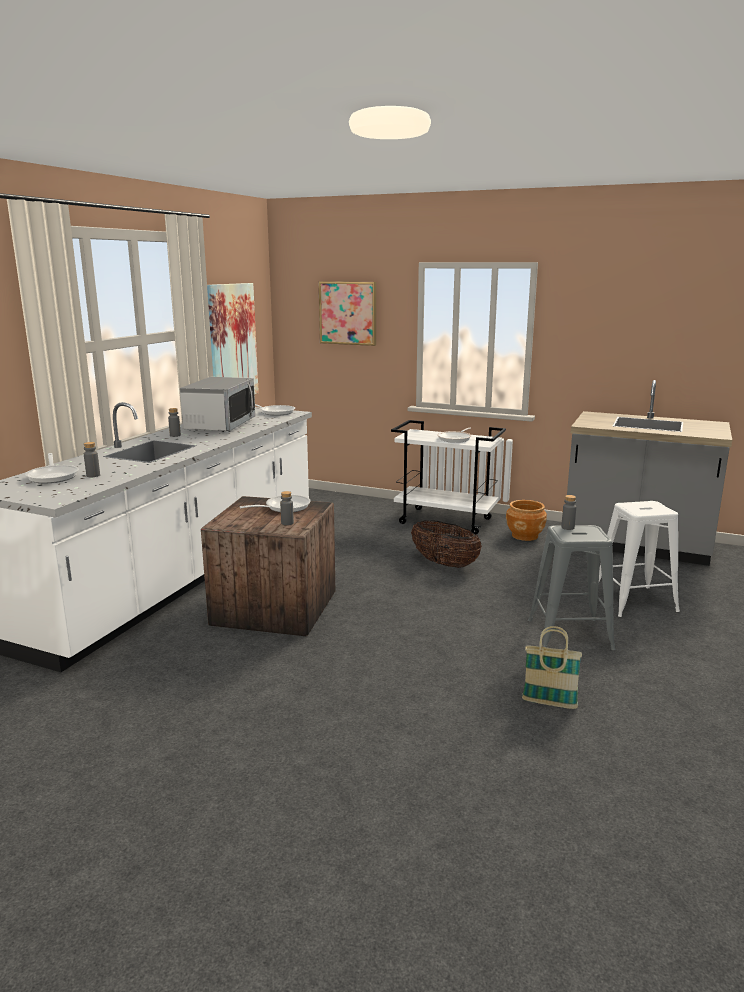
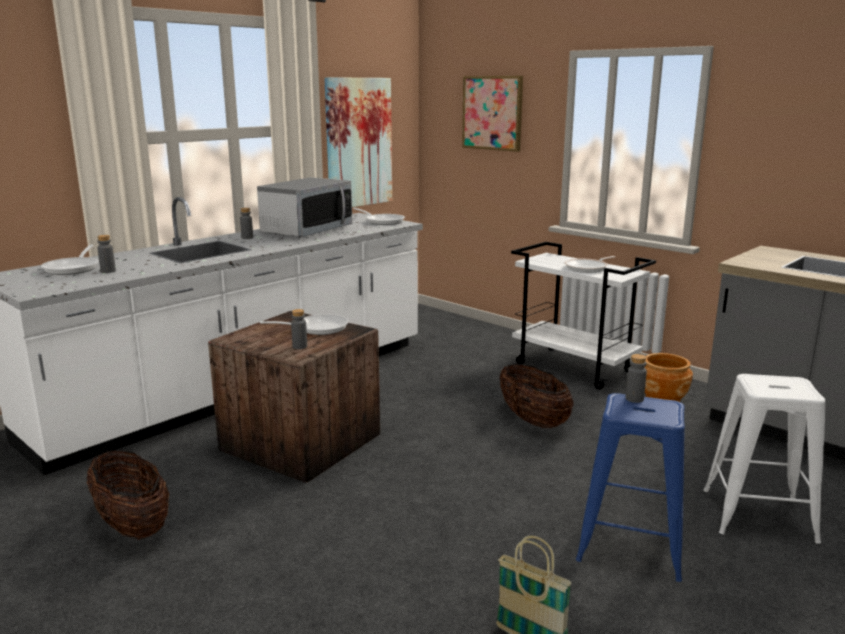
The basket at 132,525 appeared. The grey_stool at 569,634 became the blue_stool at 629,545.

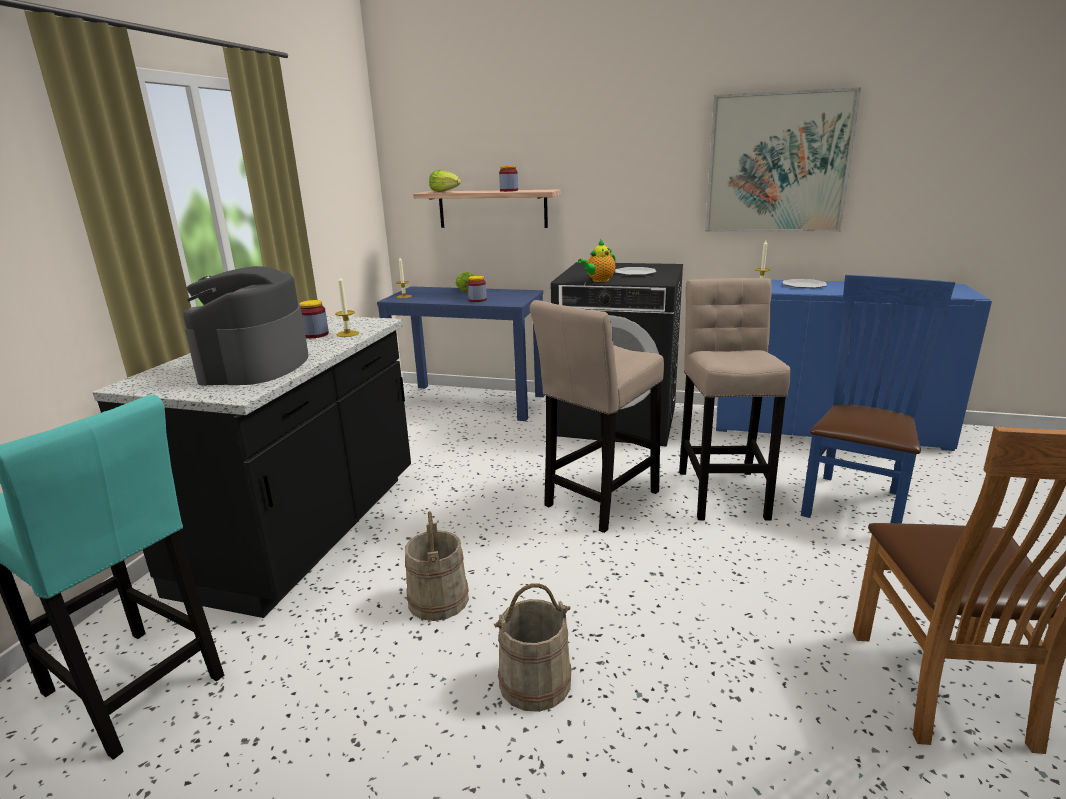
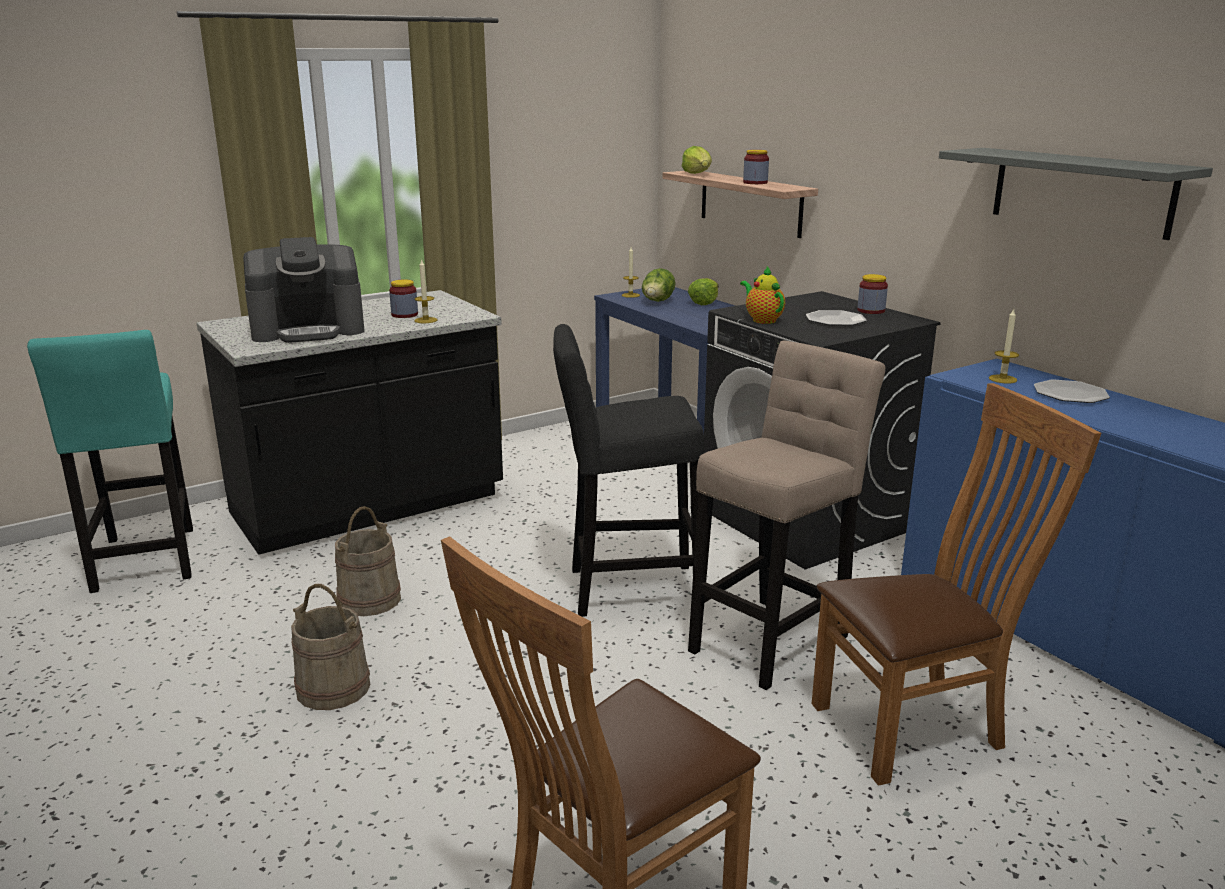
The coffee_machine at 255,365 turned 150 degrees counterclockwise. The beige_stool at 598,502 became the black_stool at 626,589. The lettuce at 657,302 appeared. The teapot at 599,280 turned 60 degrees clockwise. The blue_chair at 855,501 became the brown_chair at 918,726. The jar moved from 477,300 to 871,310. The picture at 777,164 was replaced by the grey_shelf at 1081,191.

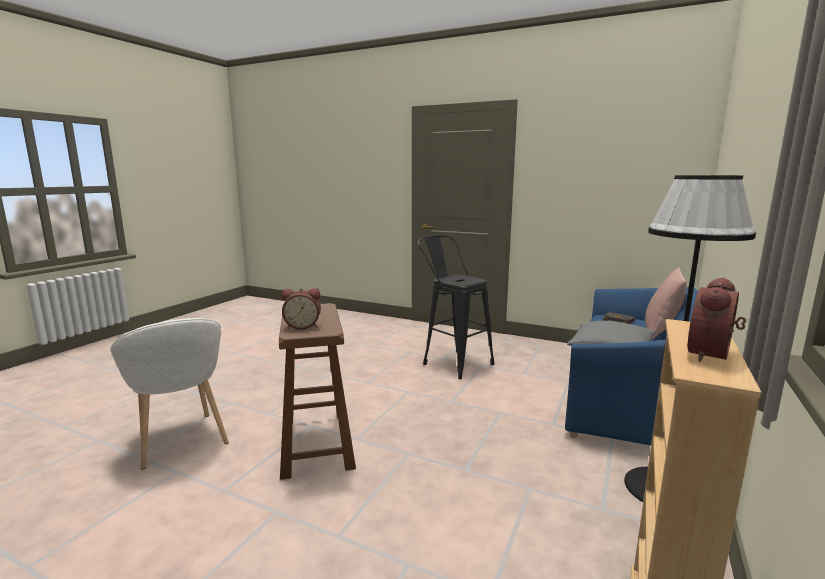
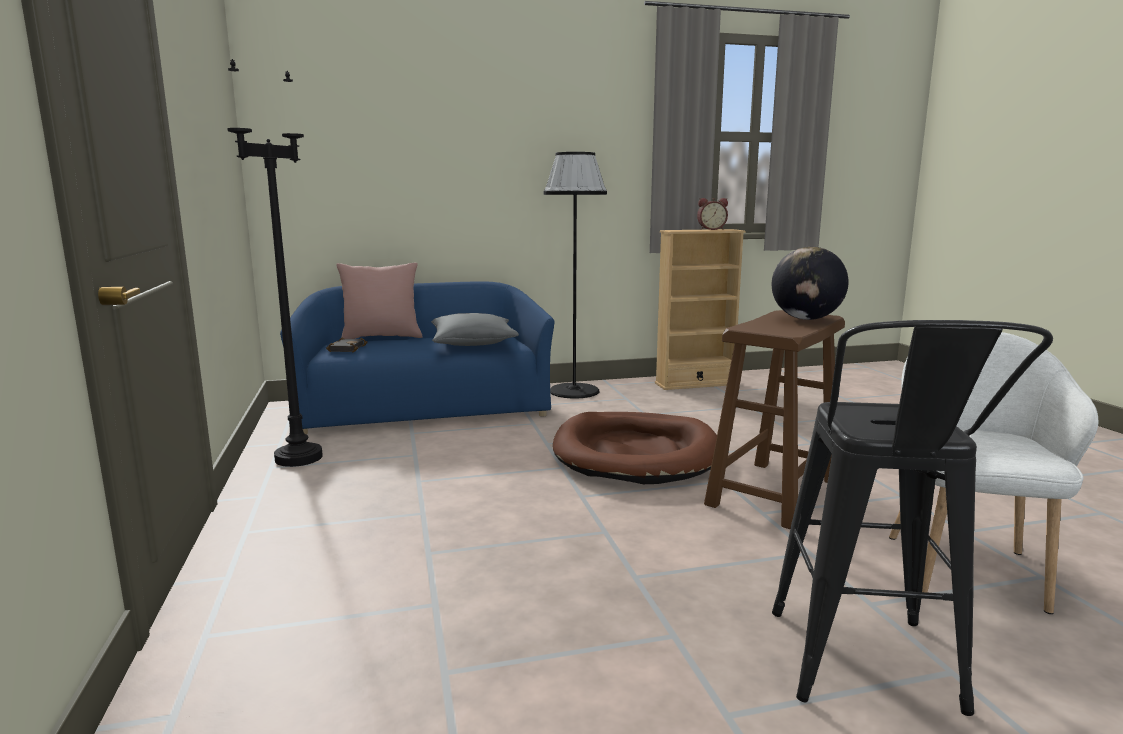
The black_floor_lamp at 299,457 appeared. The brown_dog_bed at 635,453 appeared. The alarm_clock at 303,326 was replaced by the globe at 806,319. The black_stool moved from 453,362 to 867,674.

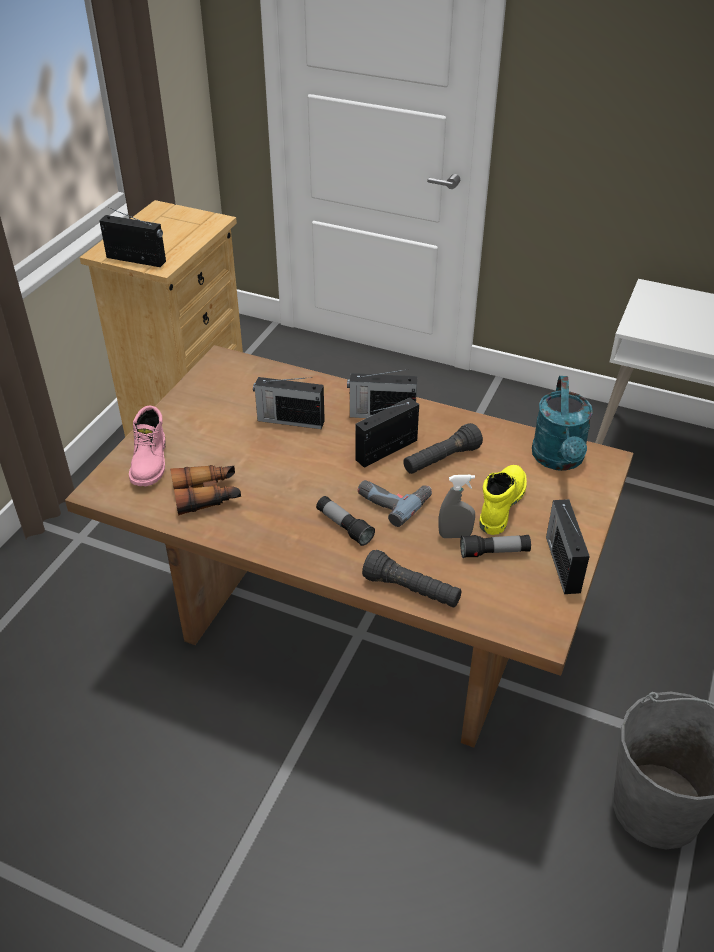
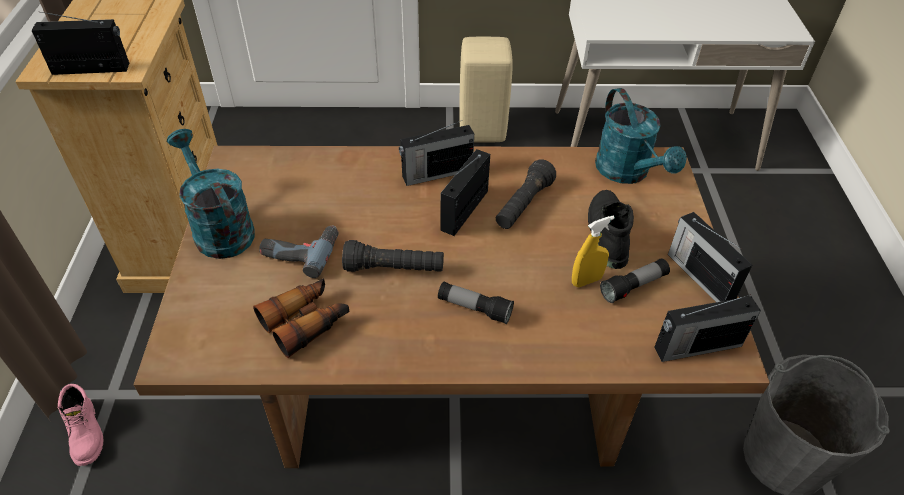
The pink_boot moved from 151,463 to 87,433. The turquoise_watering_can at 219,228 appeared. The power_drill moved from 393,500 to 301,250. The black_flashlight moved from 411,590 to 394,269. The beige_stool at 483,130 appeared. The grey_spray_bottle at 455,535 became the yellow_spray_bottle at 586,280. The yellow_boot at 500,504 became the black_boot at 606,233. The radio moved from 289,420 to 696,346.

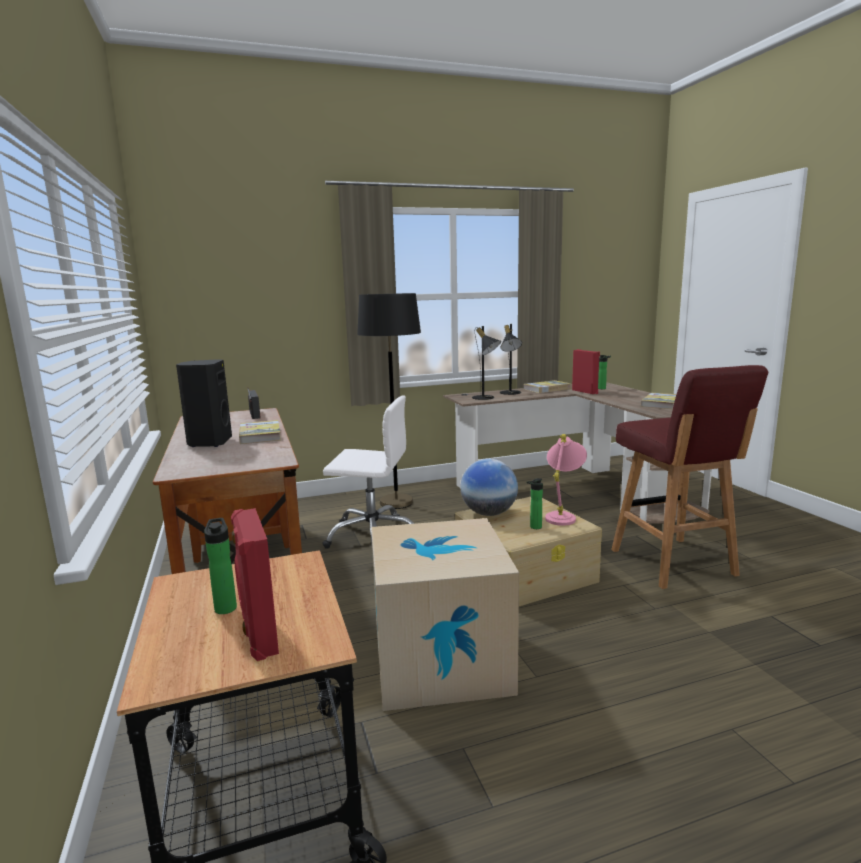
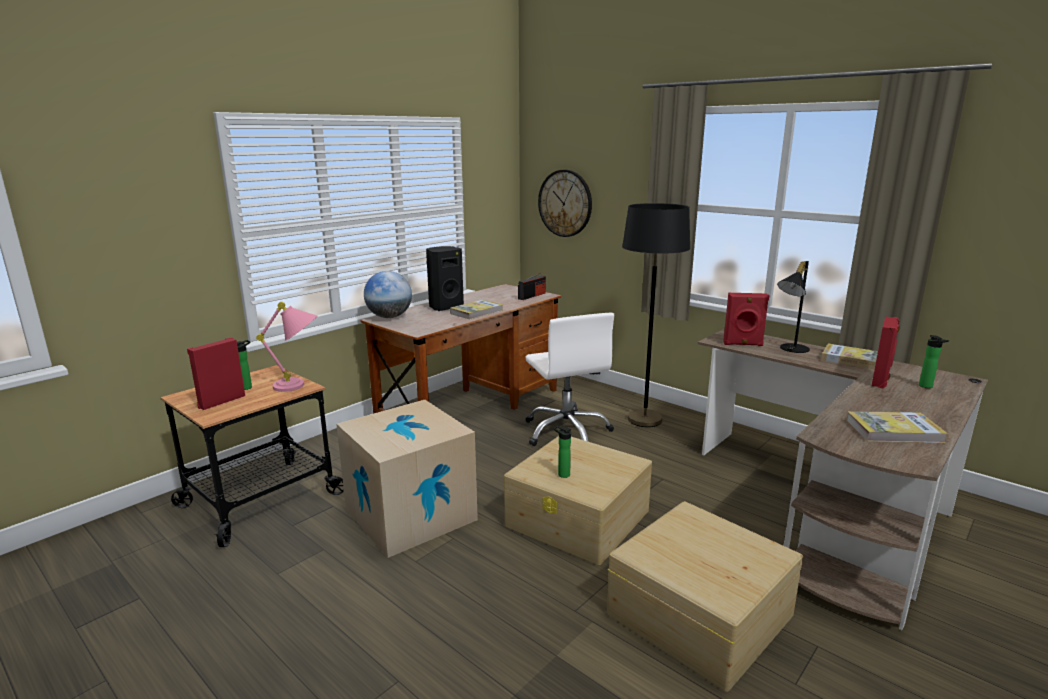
The pink_table_lamp moved from 563,515 to 300,385. The globe moved from 489,513 to 389,317. The wall_clock at 565,203 appeared. The red_stool at 673,563 was replaced by the beige_storage_box at 698,613. The black_table_lamp at 486,398 was replaced by the red_speaker at 743,344.

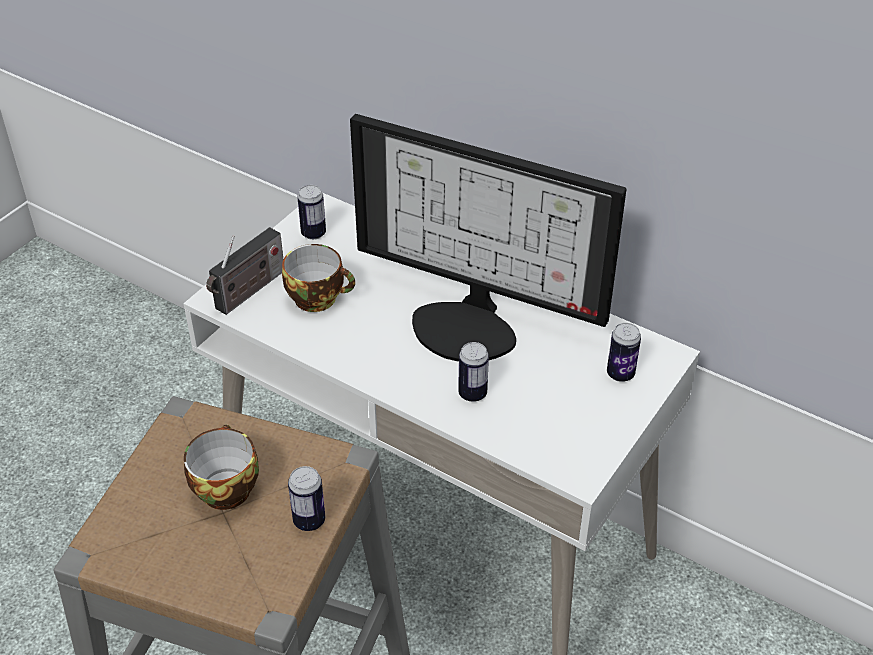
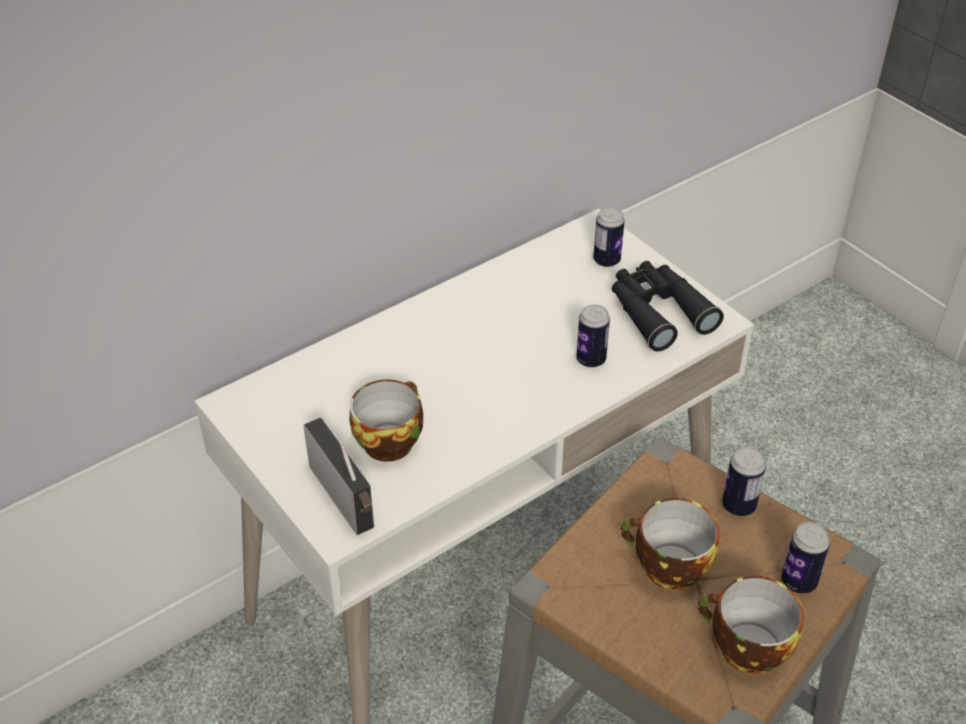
The black_binoculars at 658,312 appeared. The cup at 745,649 appeared. The can moved from 313,233 to 798,582. The monitor at 469,324 disappeared.

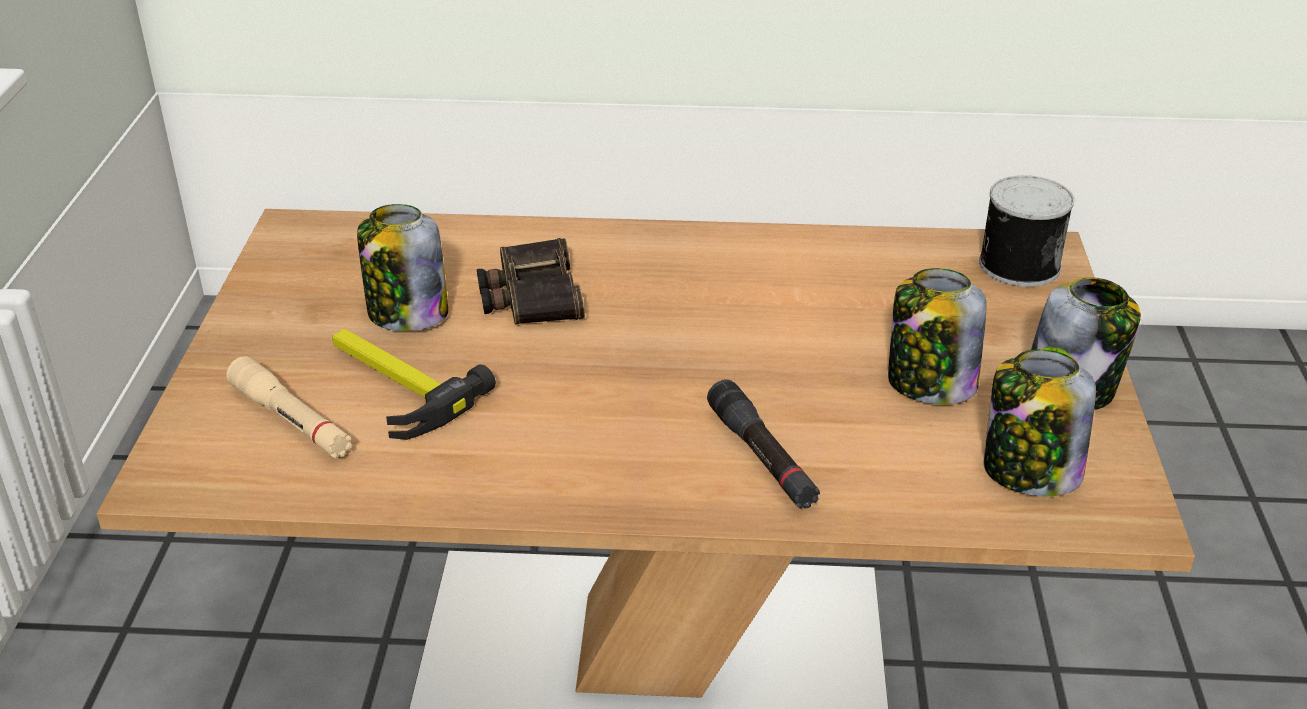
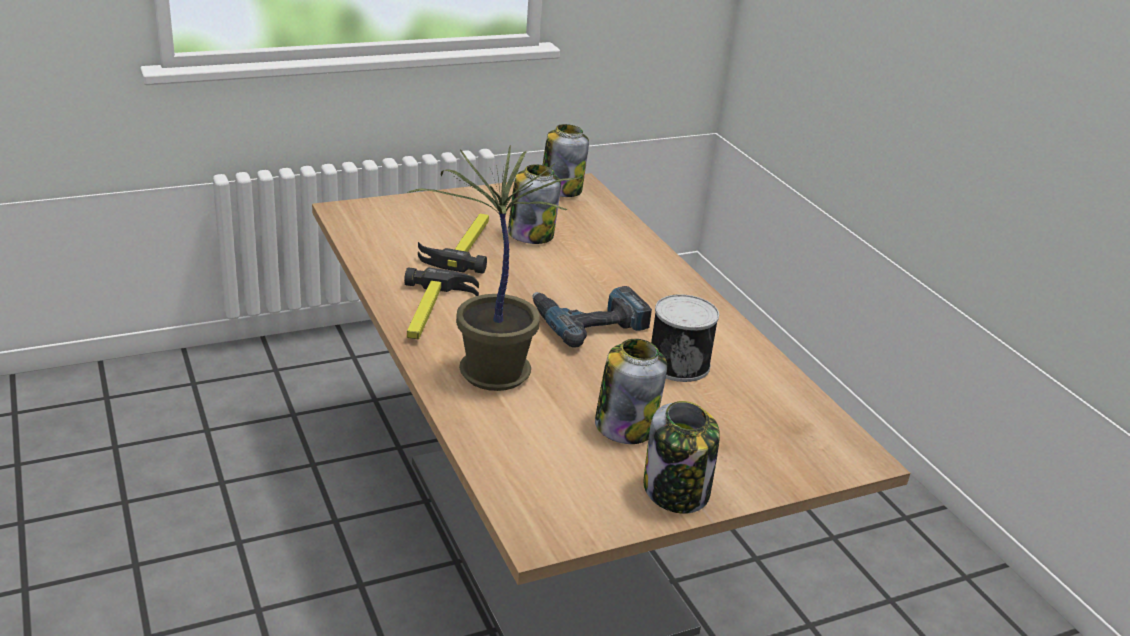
The hammer at 432,313 appeared. The black_flashlight at 762,457 was replaced by the potted_plant at 491,373. The power_drill at 589,321 appeared. The jar moved from 1029,472 to 561,189. The can moved from 1017,264 to 679,363. The beige_flashlight at 291,421 disappeared. The binoculars at 531,296 disappeared.

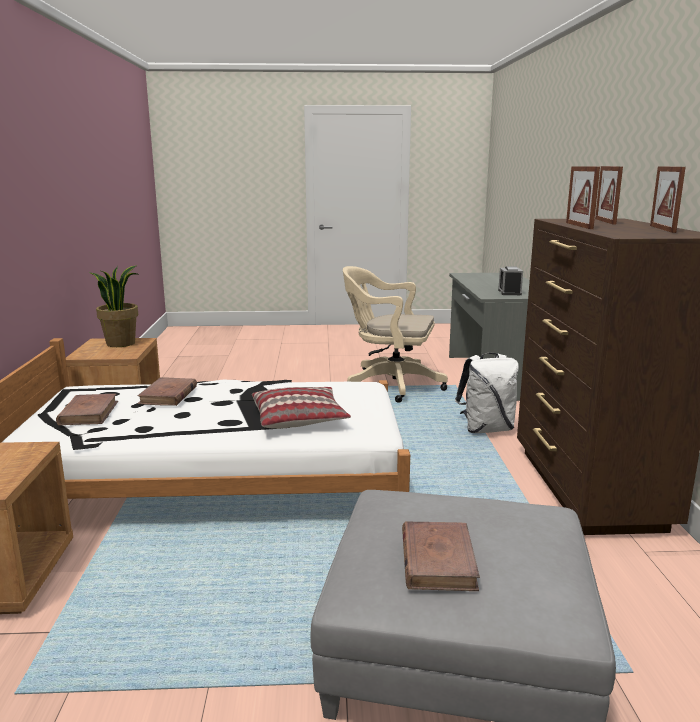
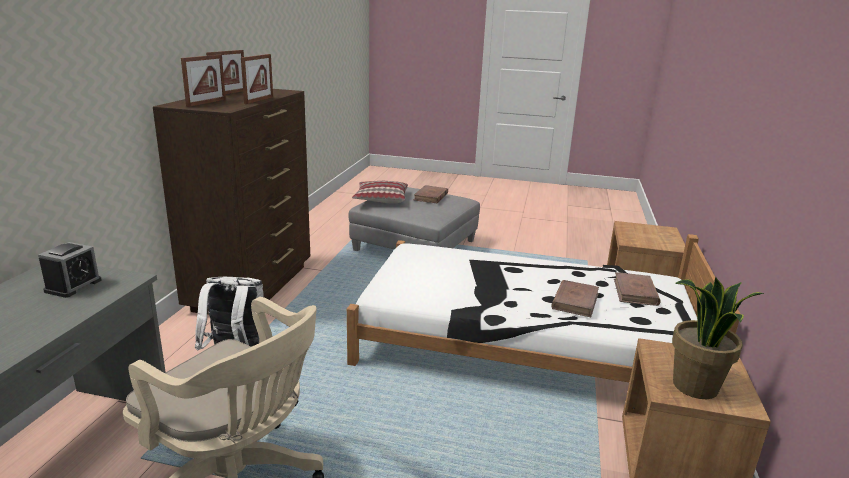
The pillow moved from 299,419 to 381,199.

